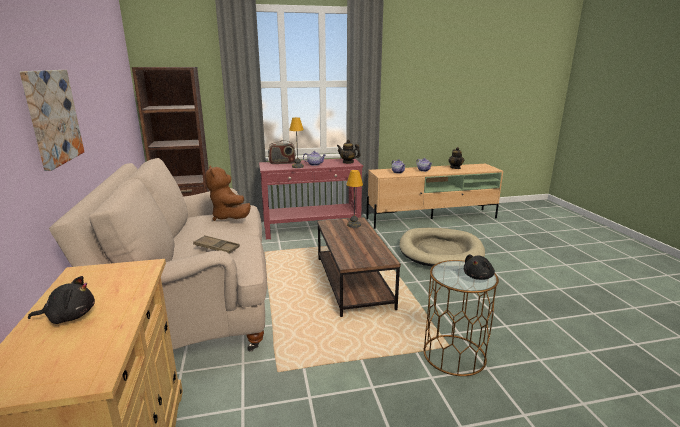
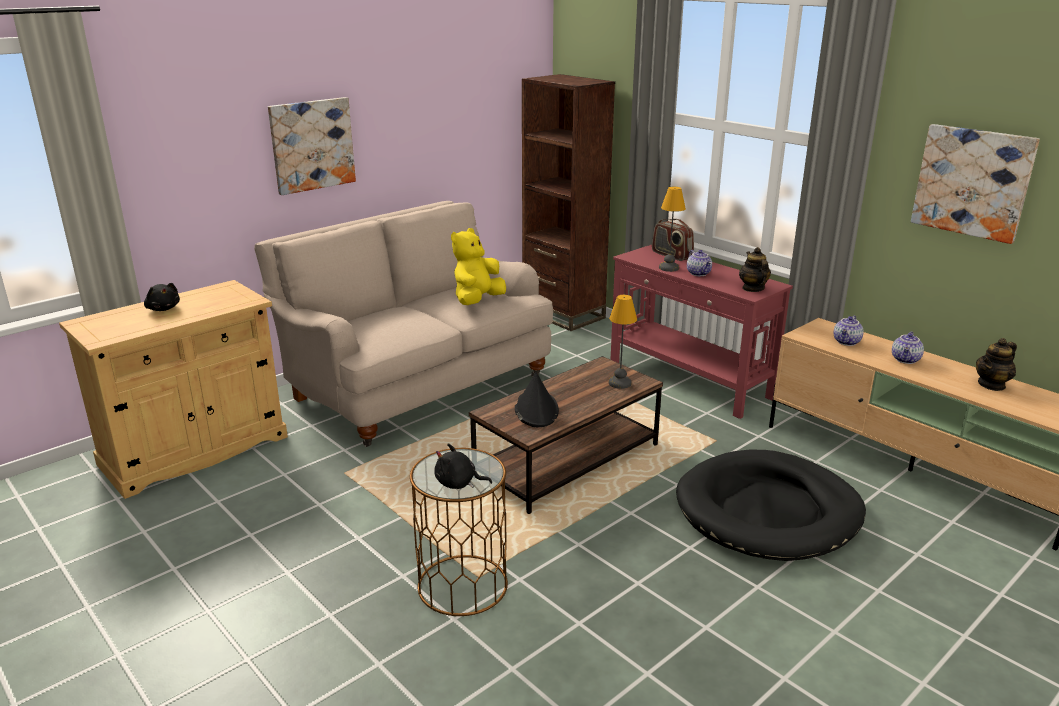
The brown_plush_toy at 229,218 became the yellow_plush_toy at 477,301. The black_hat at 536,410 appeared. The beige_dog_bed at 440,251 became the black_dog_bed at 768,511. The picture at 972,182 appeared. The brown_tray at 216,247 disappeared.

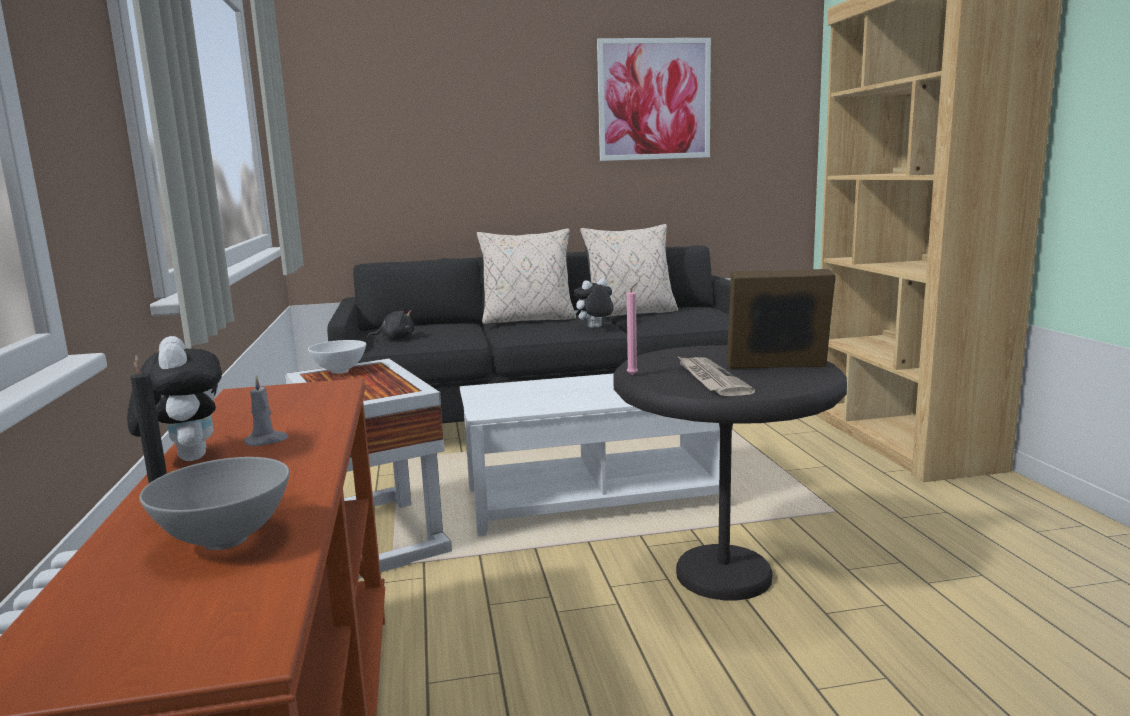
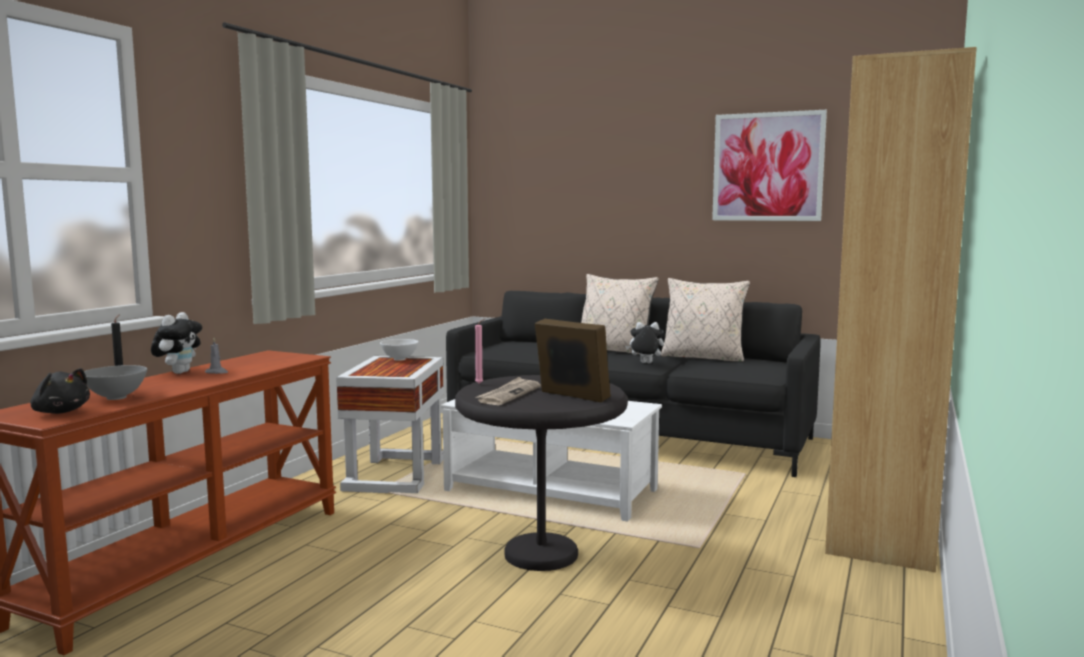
The black_plush_toy moved from 395,339 to 60,412.

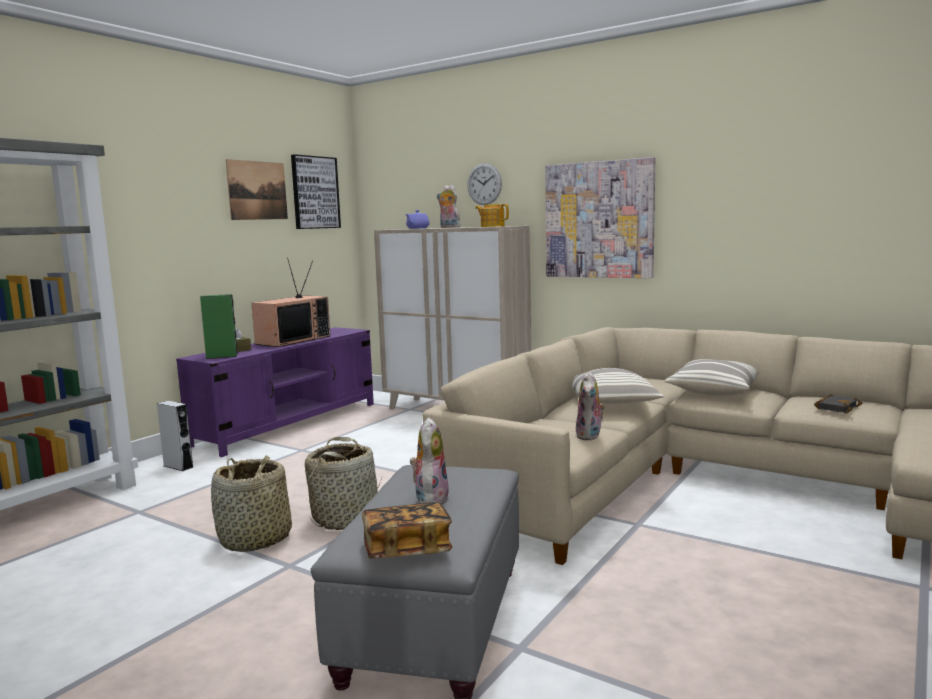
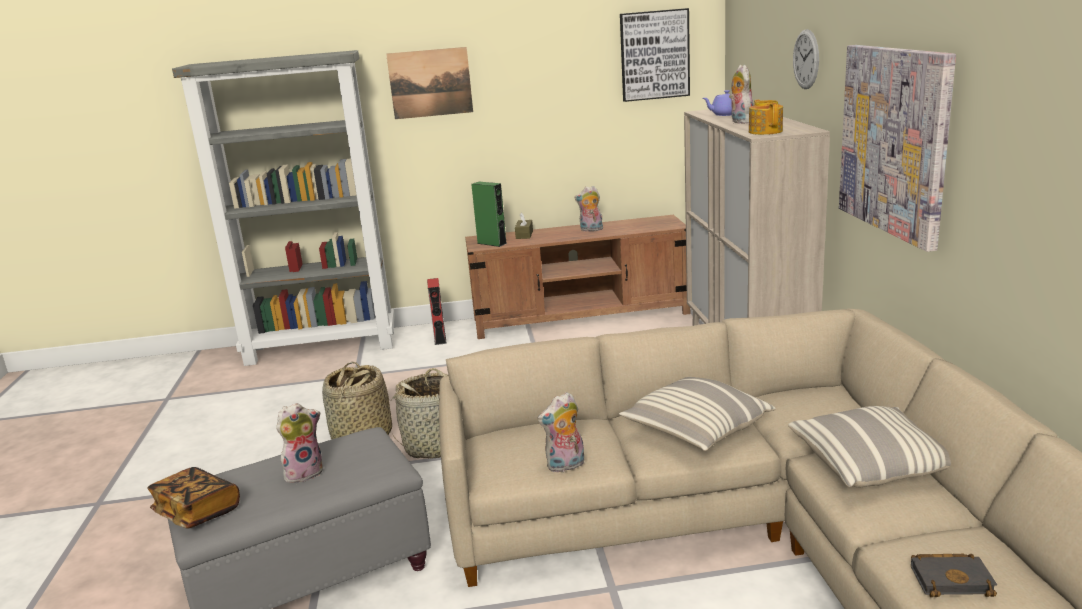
The picture moved from 257,190 to 430,83. The grey_speaker at 178,466 became the red_speaker at 440,338. The purple_tv_stand at 289,424 became the brown_tv_stand at 581,316. The television at 293,340 was replaced by the plush_toy at 591,230.

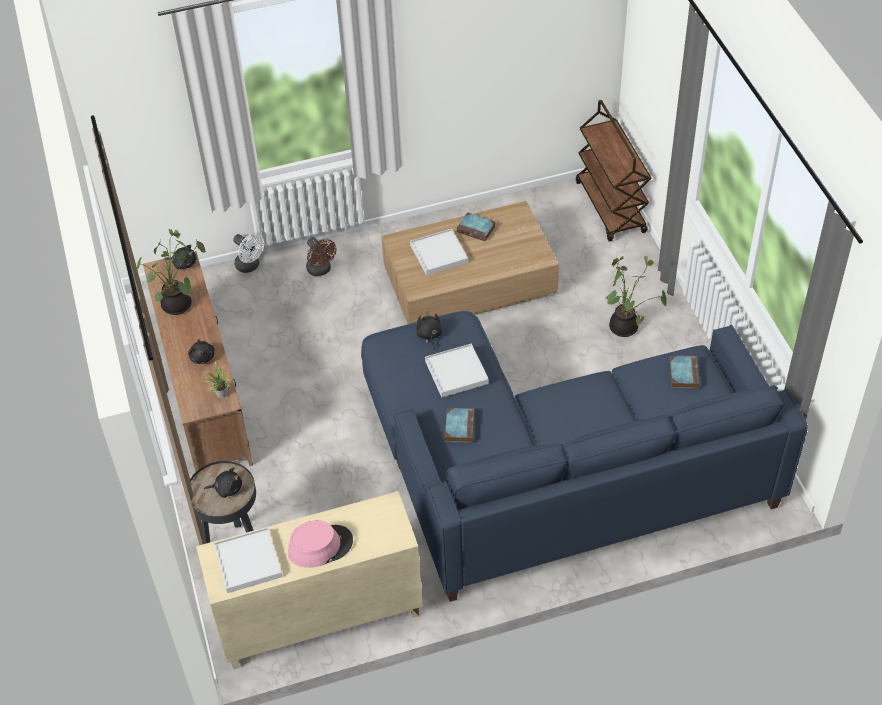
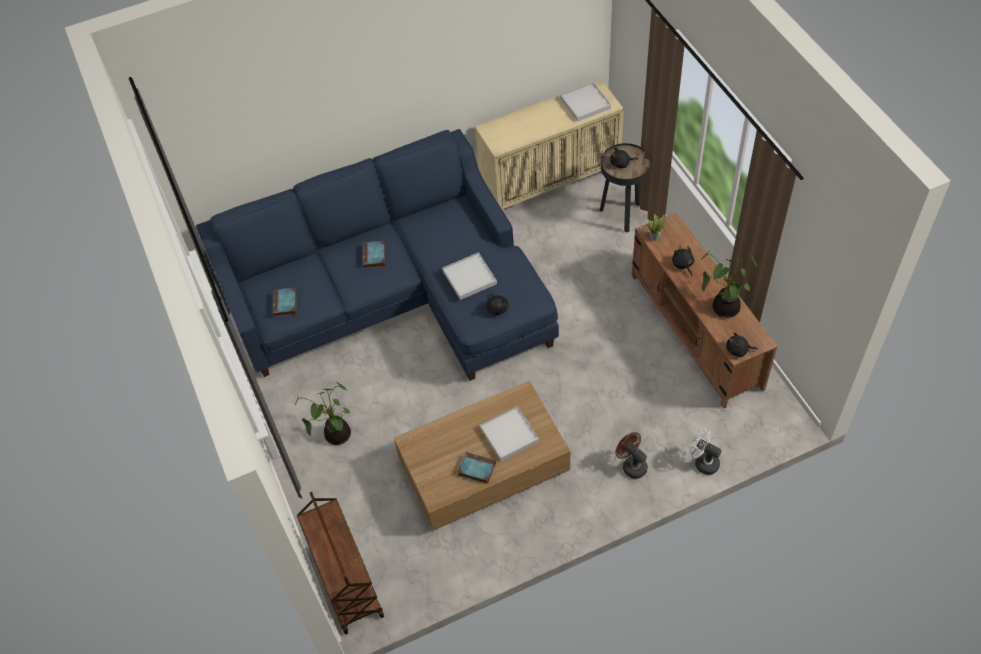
The book moved from 459,426 to 374,257. The pink_hat at 320,546 disappeared.

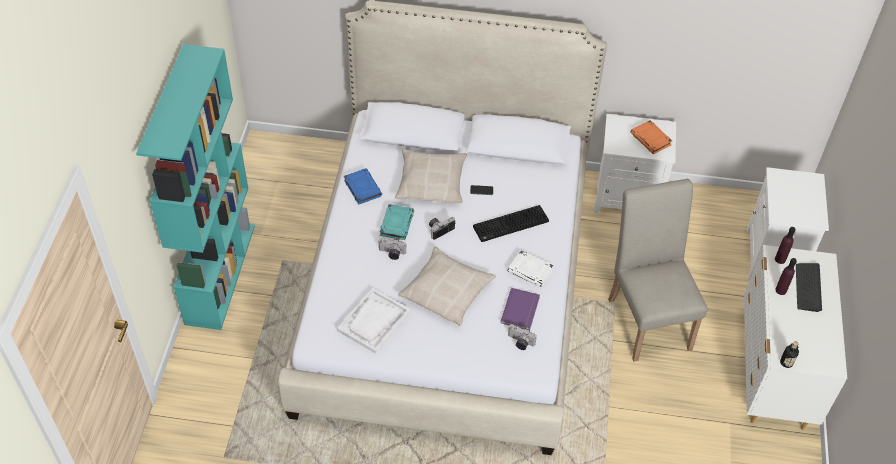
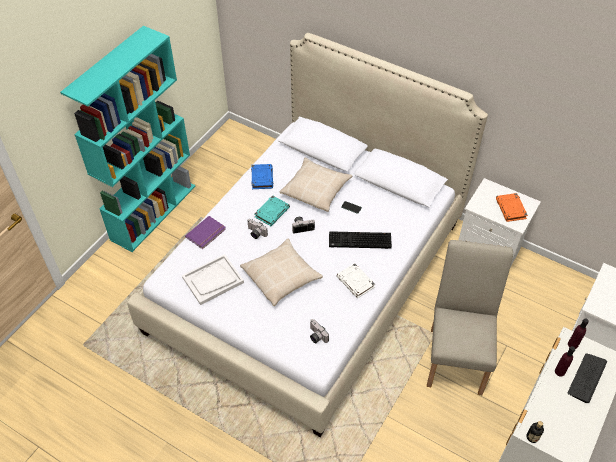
The purple_book moved from 521,310 to 206,233.

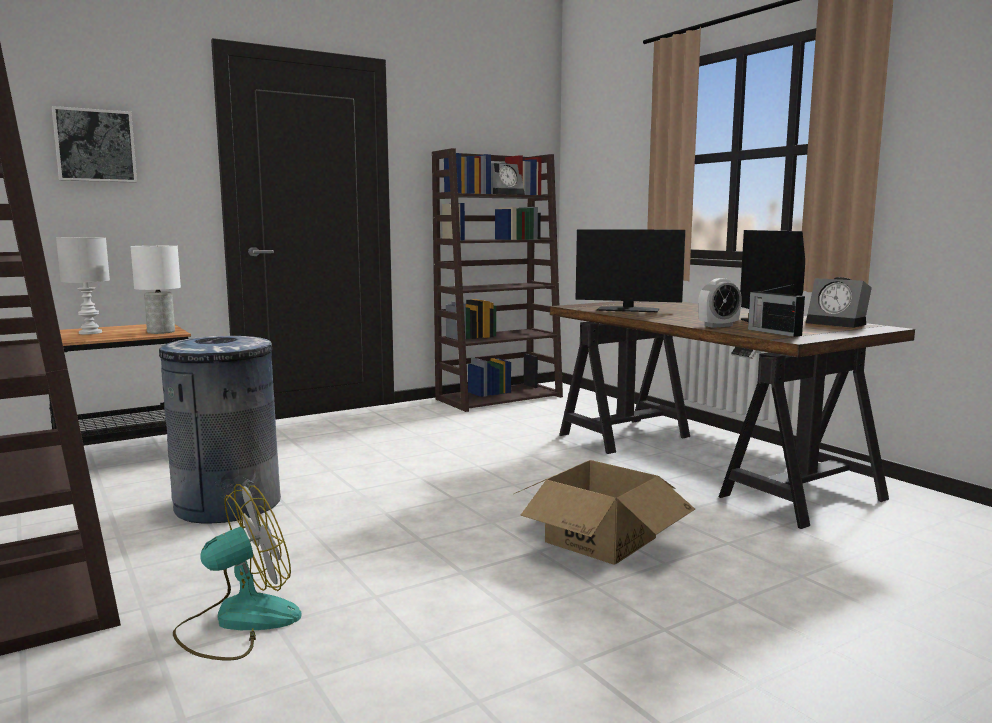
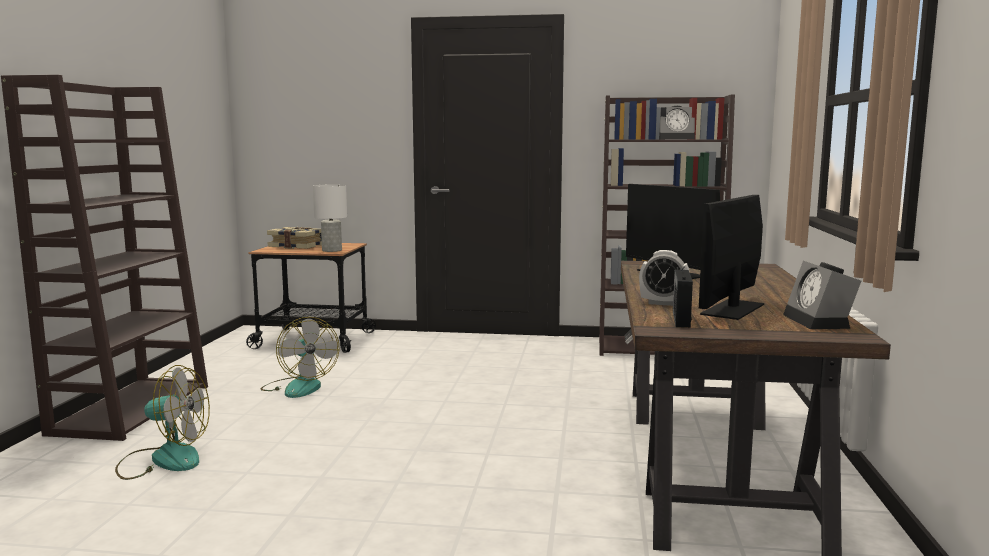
The grey_trash_can at 227,504 was replaced by the fan at 299,387. The white_table_lamp at 91,333 was replaced by the book at 297,246. The picture at 95,146 disappeared. The cardboard_box at 601,540 disappeared.

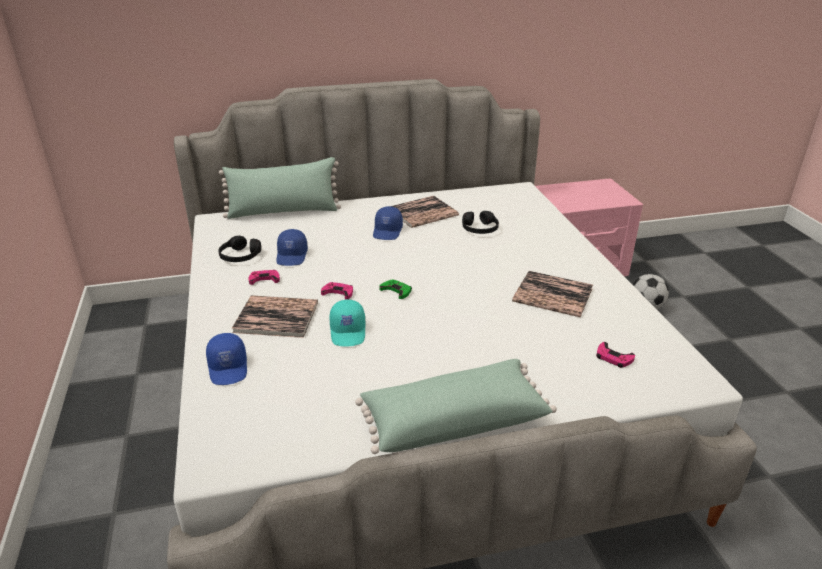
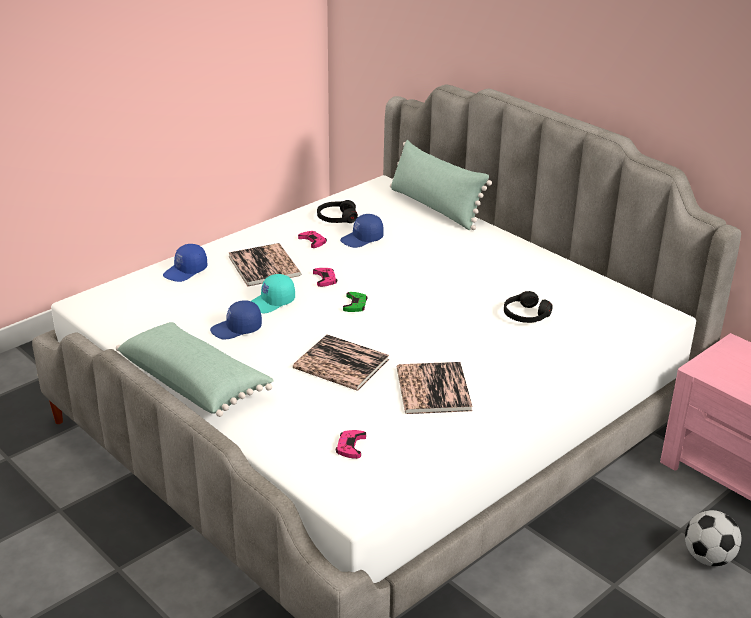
The blue_cap moved from 388,231 to 237,329. The book moved from 423,213 to 341,364.

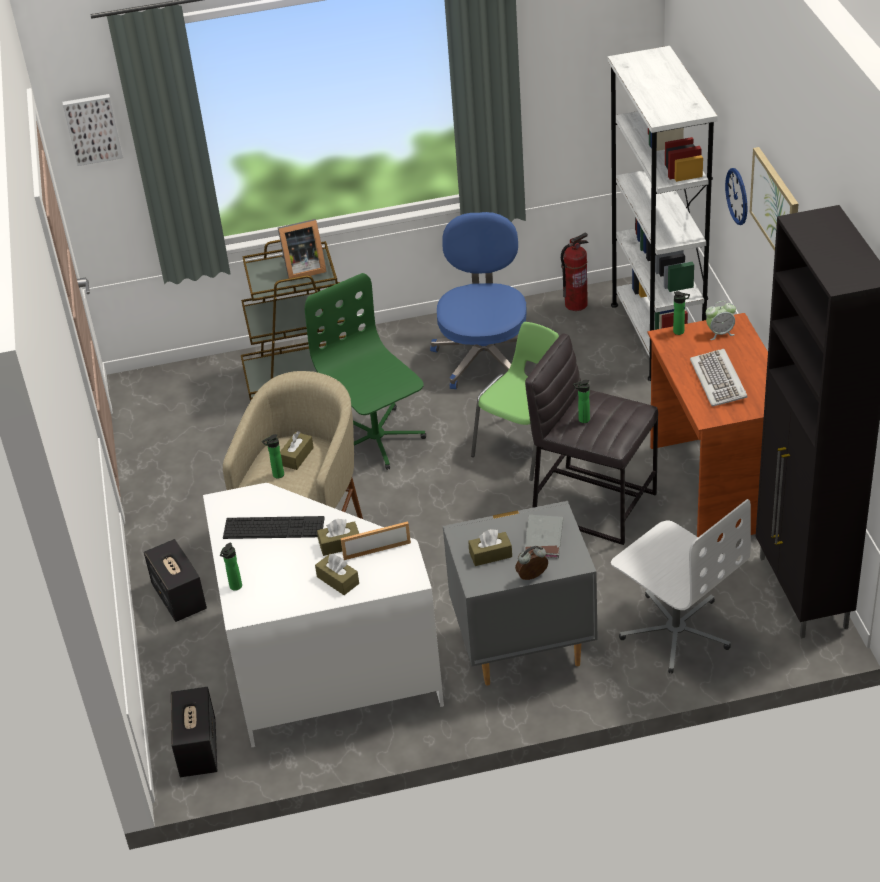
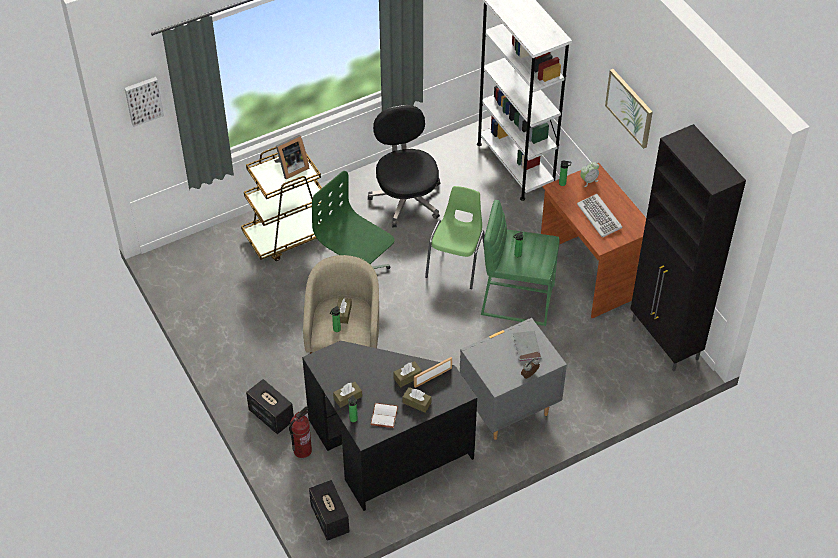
The fire_extinguisher moved from 576,304 to 302,450. The white_desk at 321,671 became the black_desk at 387,450. The brown_tissue_box moved from 490,555 to 347,397. The blue_office_chair at 485,357 became the black_office_chair at 406,198. The white_book at 383,415 appeared. The grey_stool at 594,503 became the green_stool at 517,299. The keyboard at 273,528 disappeared. The white_office_chair at 676,630 disappeared. The wall_clock at 737,196 disappeared.

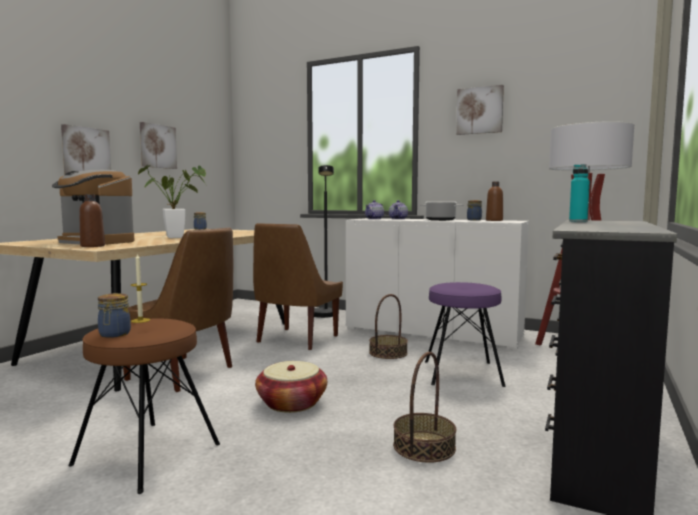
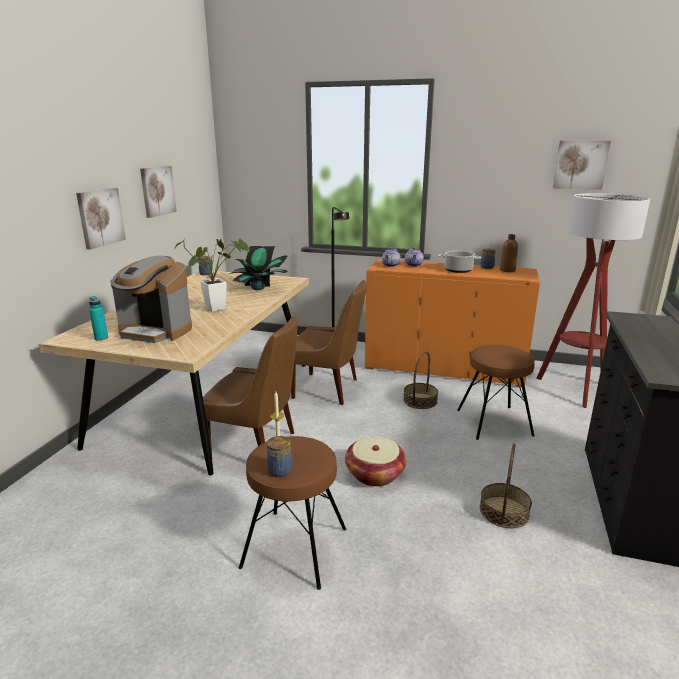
The turquoise_bottle moved from 578,221 to 101,338. The potted_plant at 259,288 appeared. The brown_chair at 295,340 turned 90 degrees counterclockwise. The white_cabinet at 432,332 became the orange_cabinet at 443,368. The purple_stool at 462,373 became the brown_stool at 494,422. The picture moved from 479,110 to 580,165. The brown_bottle at 92,246 disappeared.

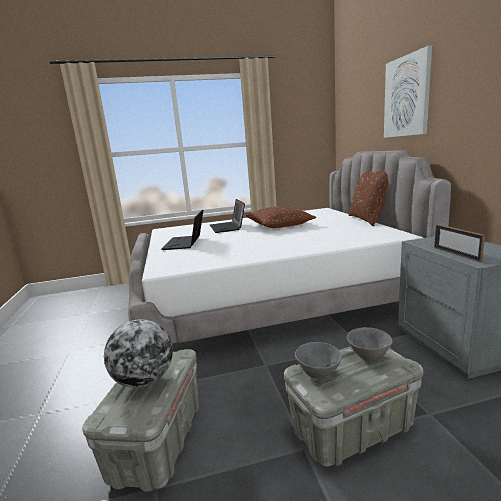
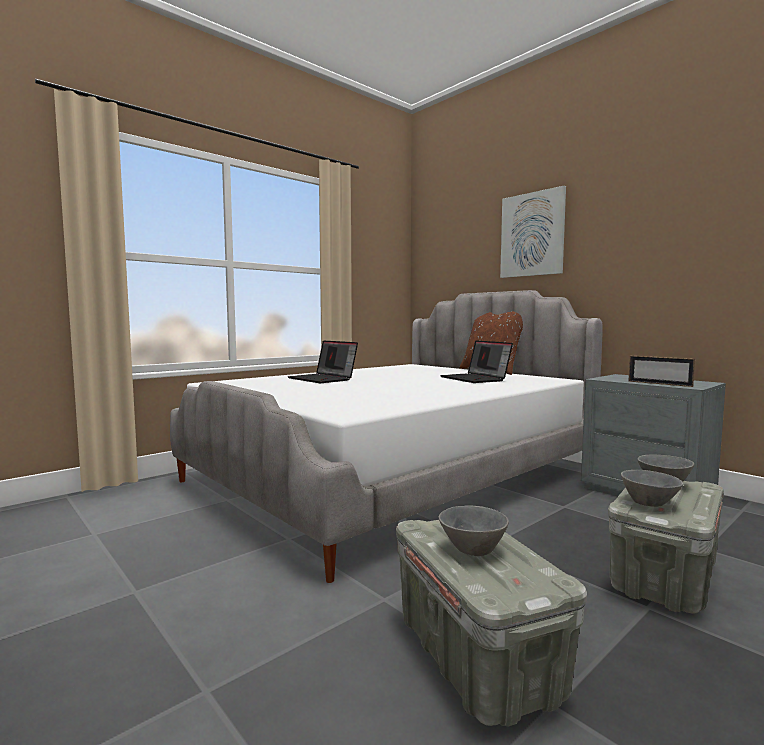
The globe at 144,380 was replaced by the grey_bowl at 474,548. The laptop moved from 185,243 to 476,379. The brown_pillow at 279,225 disappeared.

